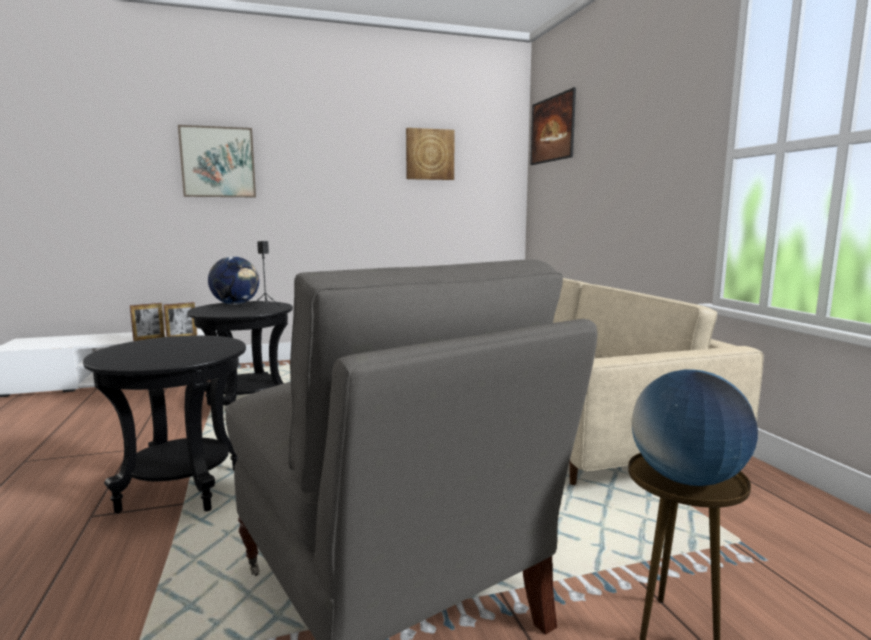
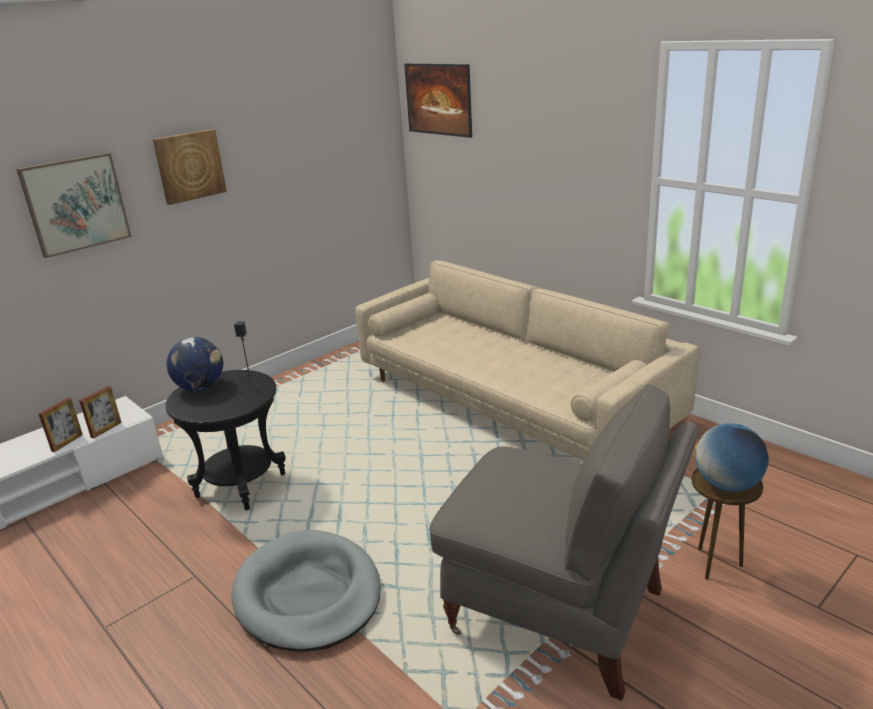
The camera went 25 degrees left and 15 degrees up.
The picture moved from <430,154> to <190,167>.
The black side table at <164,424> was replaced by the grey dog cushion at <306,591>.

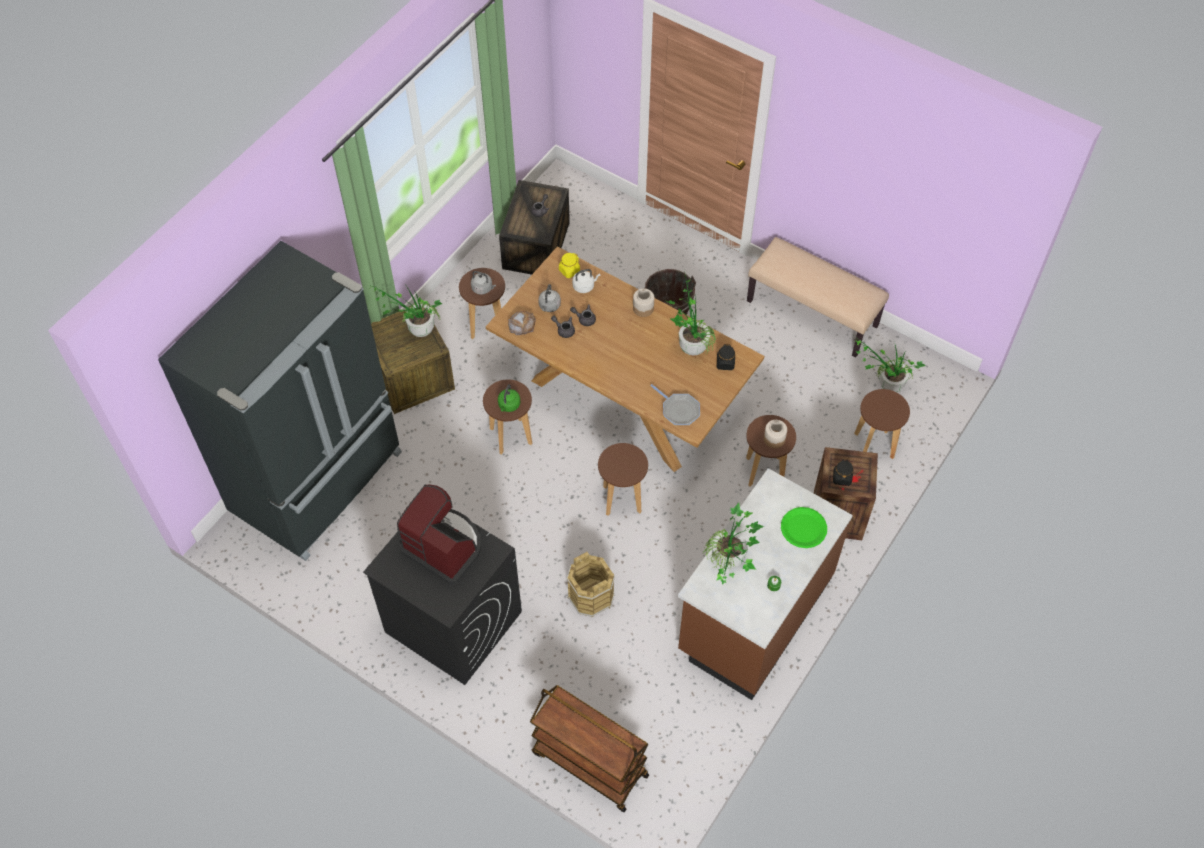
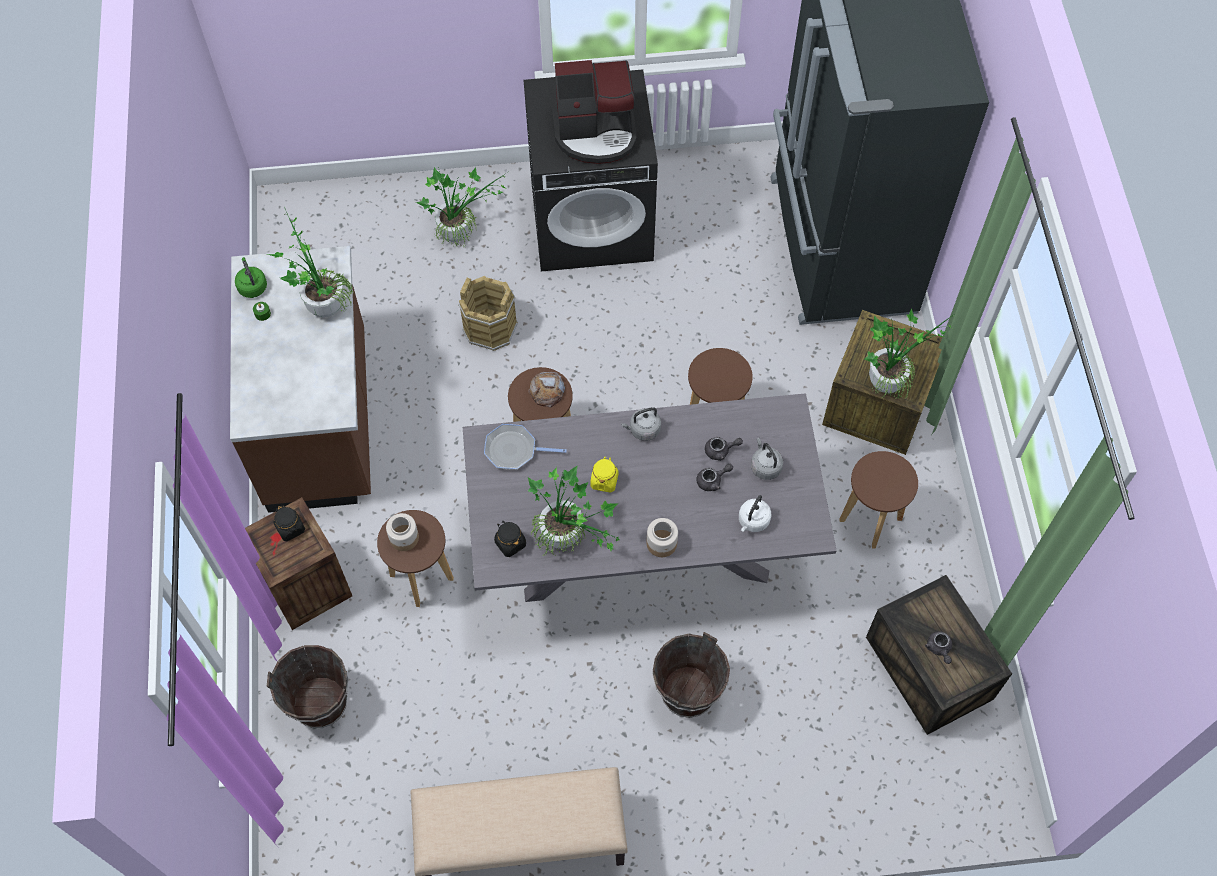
The camera went 140 degrees right and 5 degrees up.
The brownish dining table at <625,359> became the grey dining table at <650,497>.
The yellow storage jar moved from <569,265> to <604,475>.
The grey water kettle moved from <483,283> to <641,424>.
The baked bread moved from <522,323> to <546,390>.
The potted plant moved from <890,364> to <461,207>.
The greenish water kettle moved from <509,398> to <251,277>.
The brownish sitting stool at <882,424> was replaced by the brownish bucket at <308,686>.
The greenish flat dish at <804,527> disappeared.
The brownish cart at <589,748> disappeared.

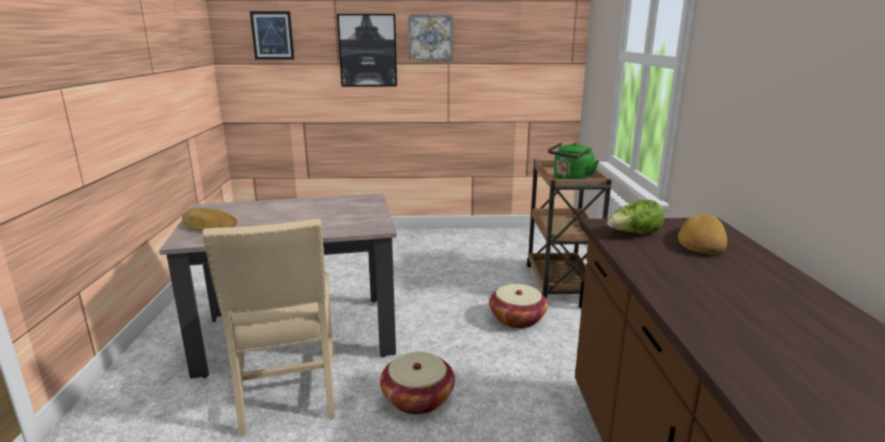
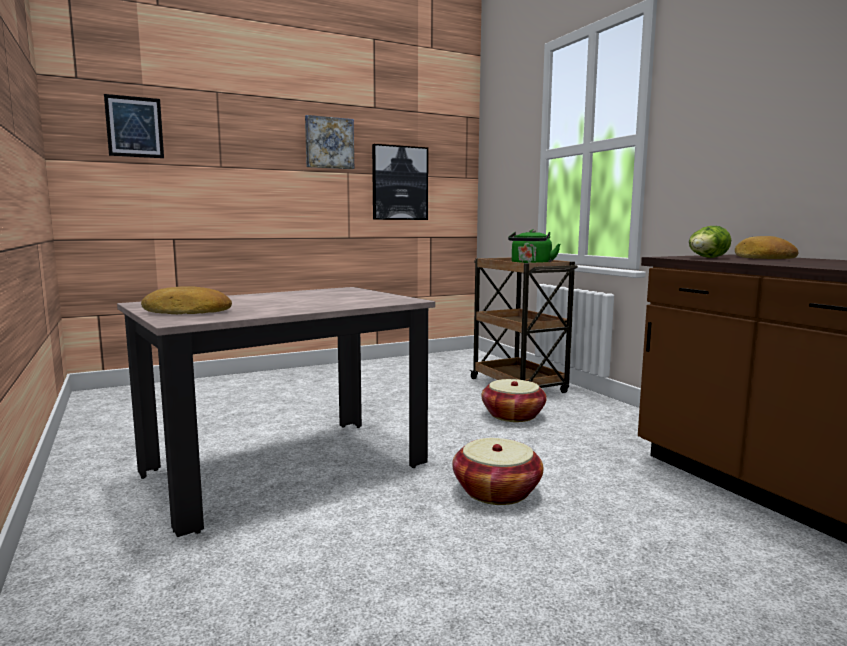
The camera went 25 degrees left and 10 degrees down.
The picture moved from <367,50> to <400,182>.
The sand-coloured plain chair at <268,327> disappeared.

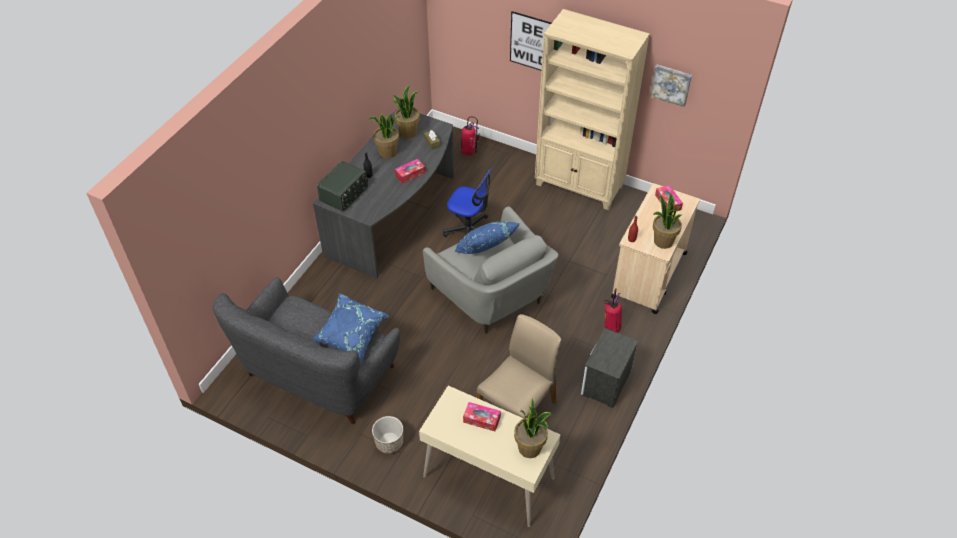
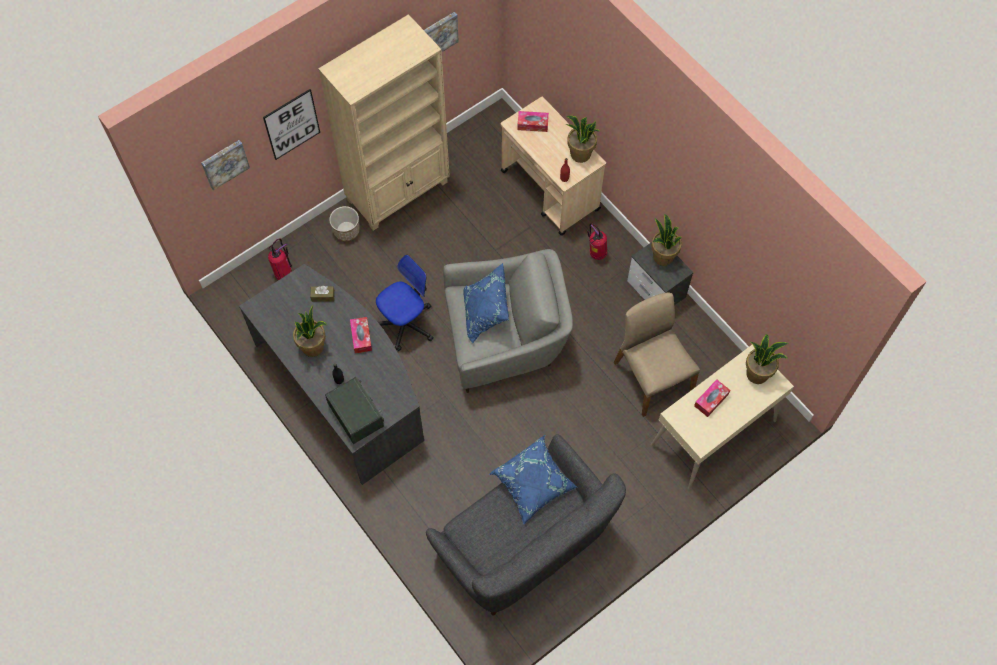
The camera went 65 degrees left and 15 degrees up.
The potted plant moved from <406,111> to <666,240>.
The plant pot moved from <387,435> to <344,223>.
The picture at <225,165> appeared.

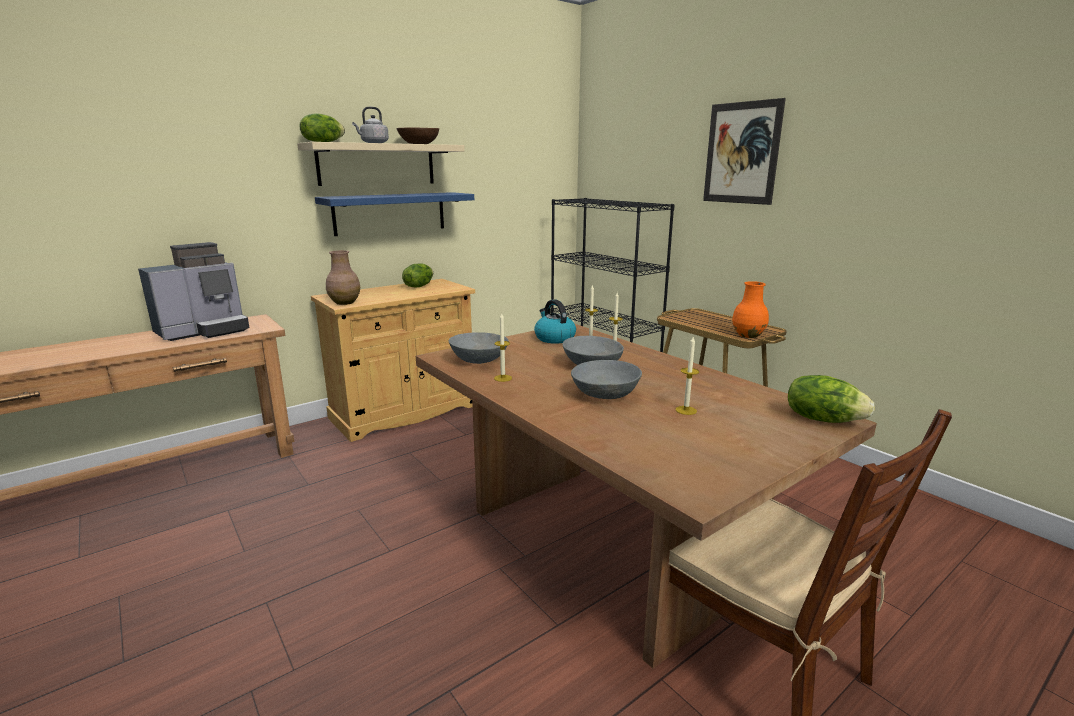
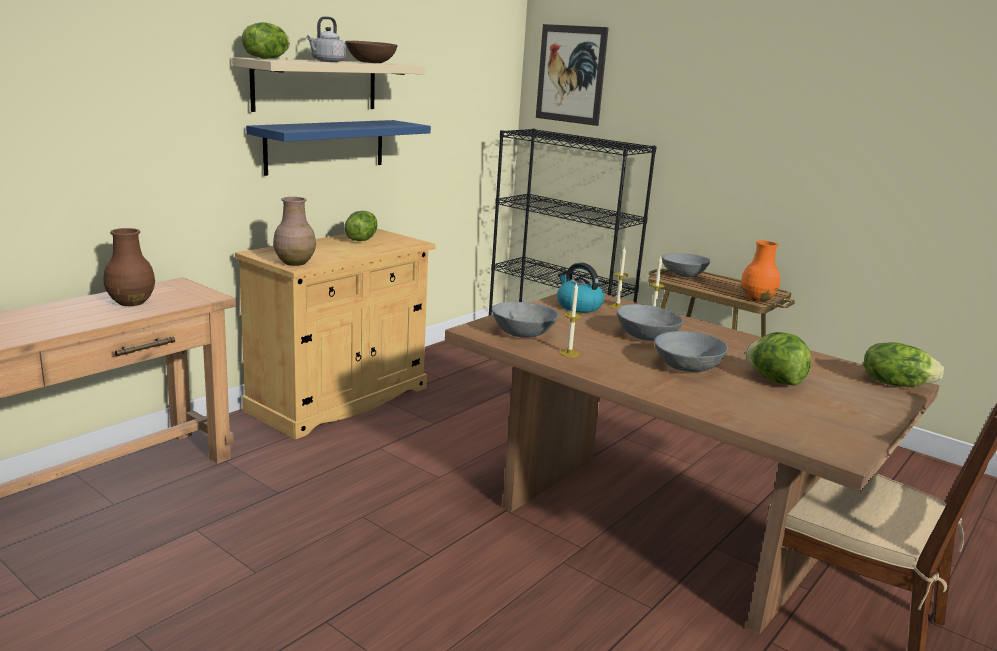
The camera went 15 degrees left and 0 degrees up.
The picture moved from <744,151> to <572,75>.
The coffee brewer at <194,291> was replaced by the brownish decorative vase at <129,267>.
The wax candle at <687,376> was replaced by the lettuce at <778,359>.
The grey serving bowl at <686,265> appeared.

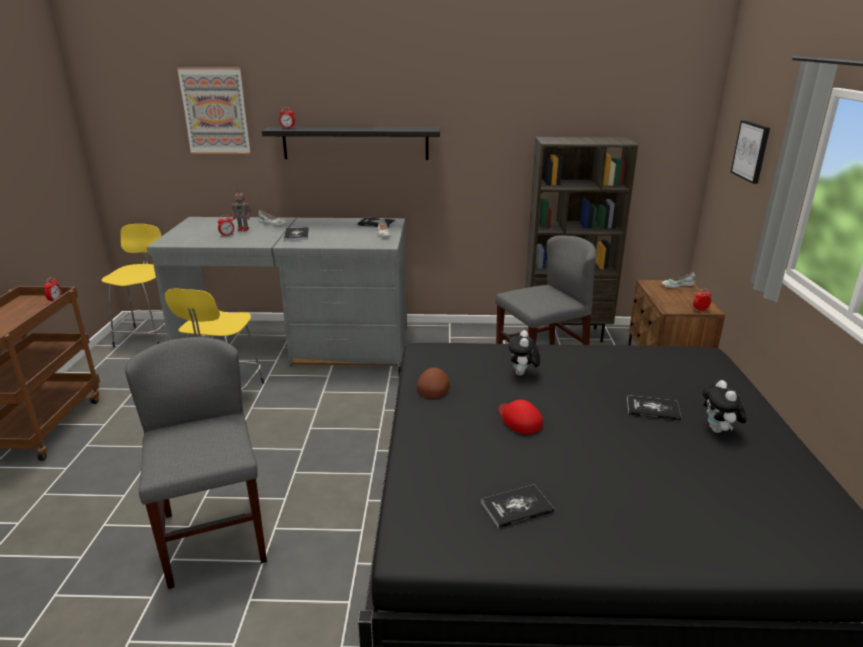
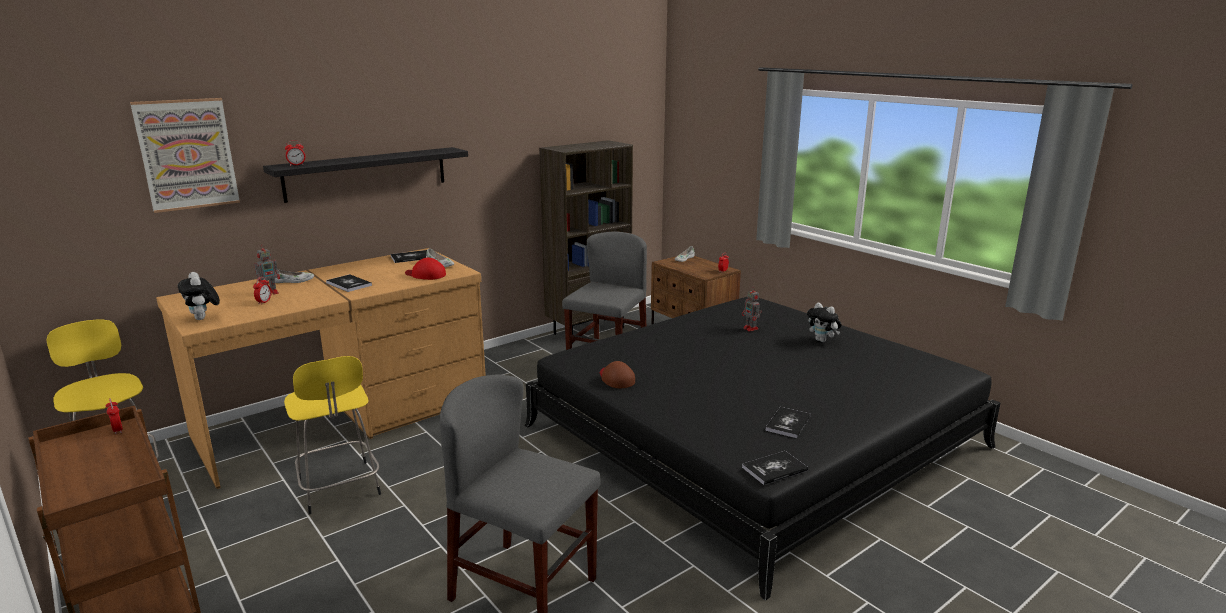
The camera went 40 degrees left and 5 degrees down.
The picture at <750,152> disappeared.
The grey desk table at <277,291> became the brownish desk table at <321,368>.
The soft toy moved from <524,353> to <199,296>.
The book moved from <654,408> to <775,468>.
The red peaked cap moved from <520,416> to <425,269>.
The model robot at <751,310> appeared.

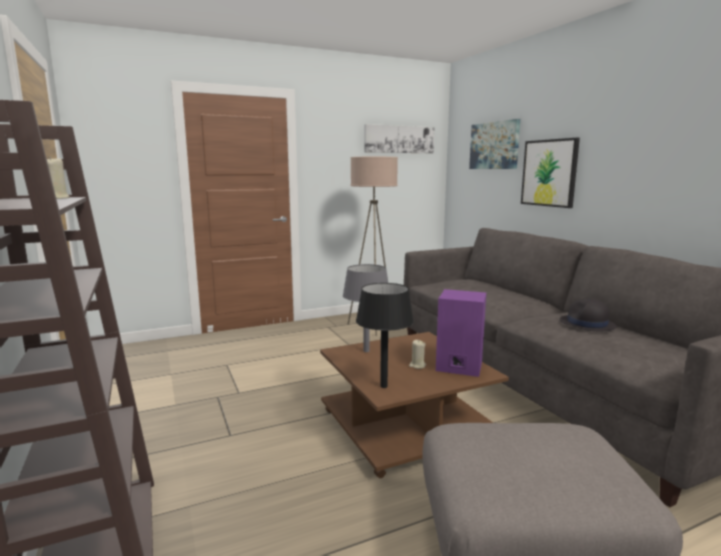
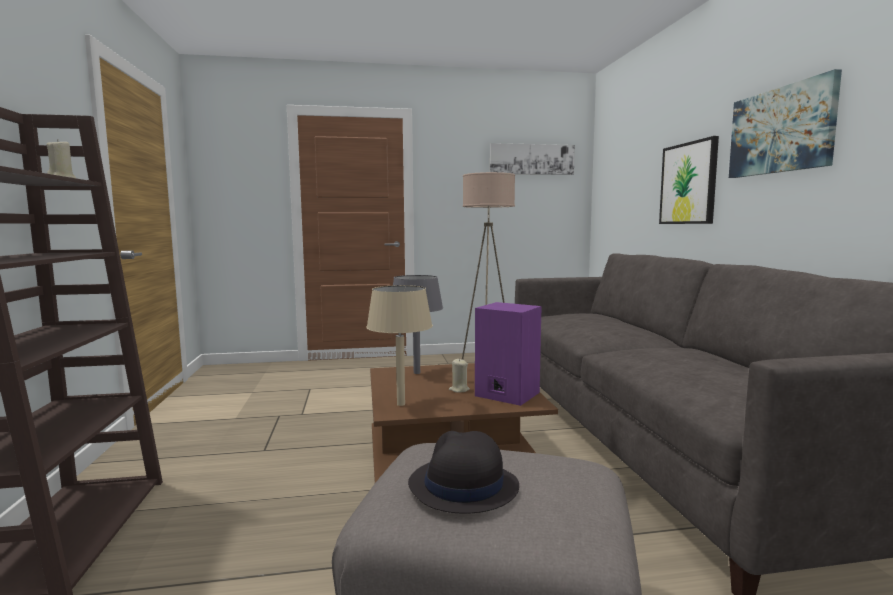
The camera went 15 degrees right and 5 degrees down.
The picture moved from <494,144> to <785,123>.
The black tabletop lamp at <385,335> became the sand-coloured tabletop lamp at <399,345>.
The black hat moved from <588,315> to <463,472>.

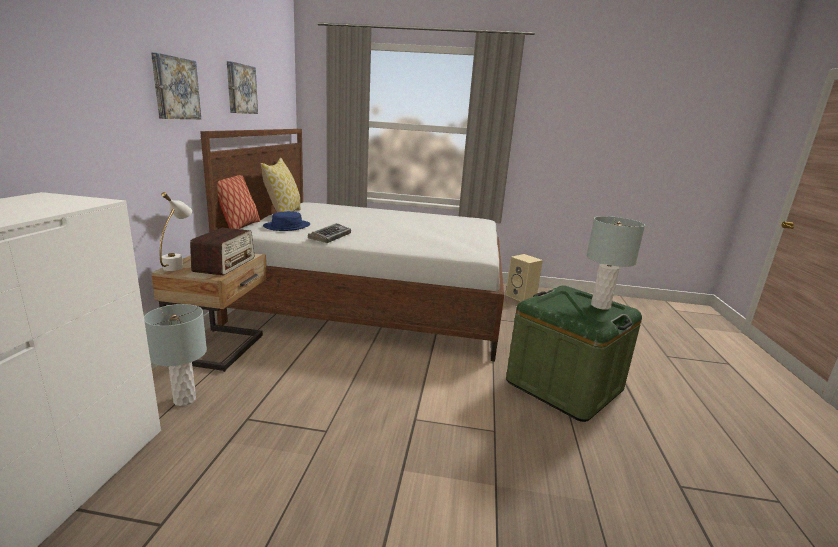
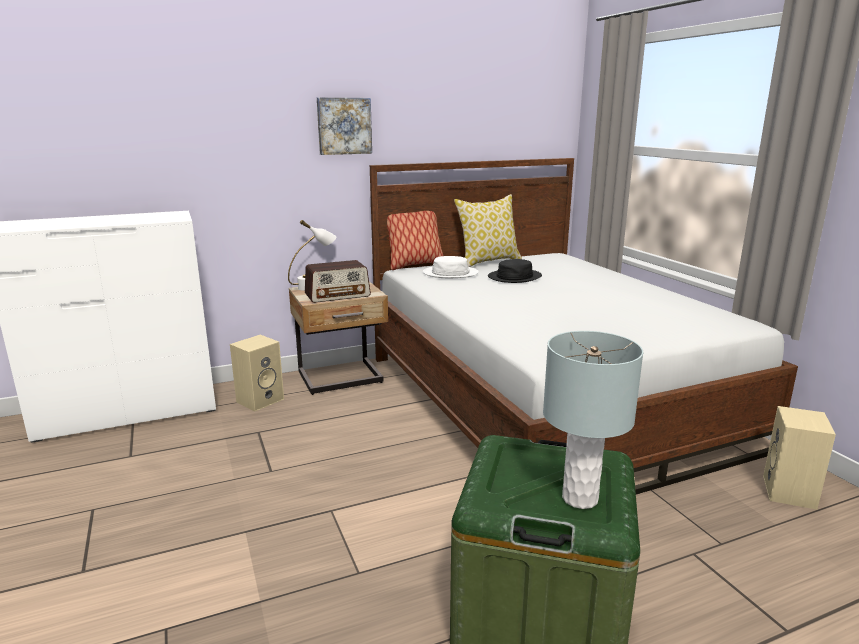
The camera went 60 degrees right and 0 degrees up.
The picture at <242,87> disappeared.
The bluish hat at <286,221> became the white-coloured hat at <451,267>.
The PC keyboard at <329,233> disappeared.
The grey tabletop lamp at <175,355> was replaced by the sand-coloured loudspeaker at <257,373>.
The black hat at <515,271> appeared.

